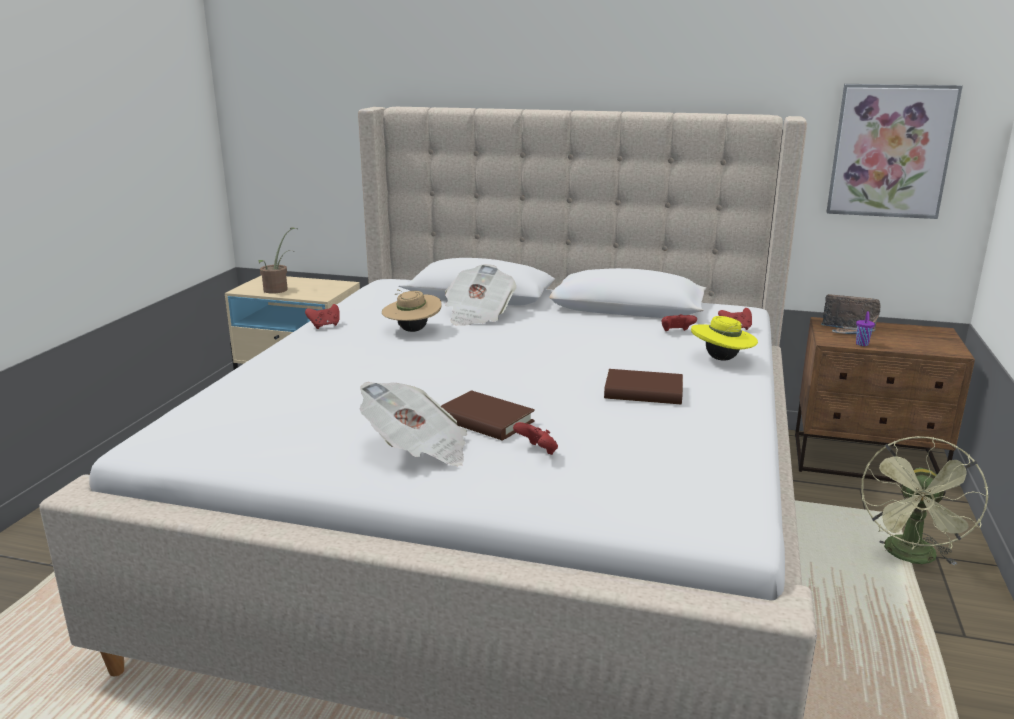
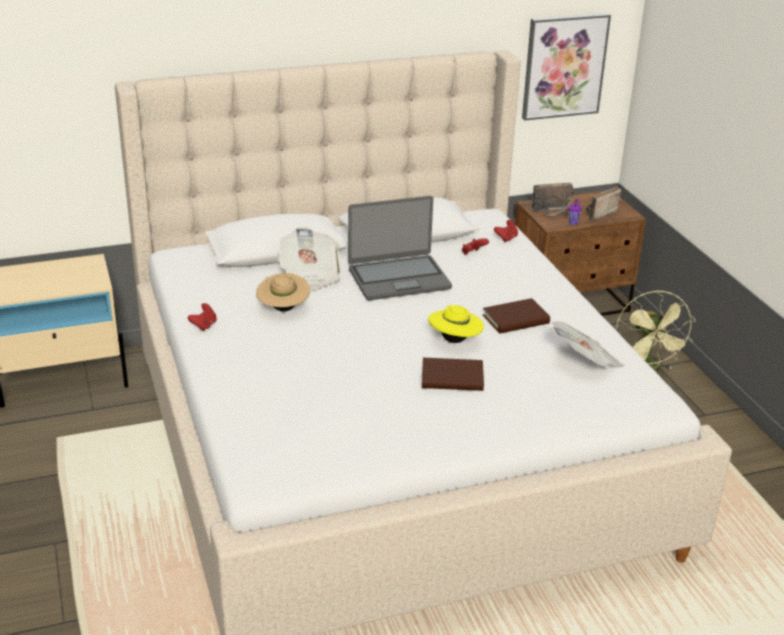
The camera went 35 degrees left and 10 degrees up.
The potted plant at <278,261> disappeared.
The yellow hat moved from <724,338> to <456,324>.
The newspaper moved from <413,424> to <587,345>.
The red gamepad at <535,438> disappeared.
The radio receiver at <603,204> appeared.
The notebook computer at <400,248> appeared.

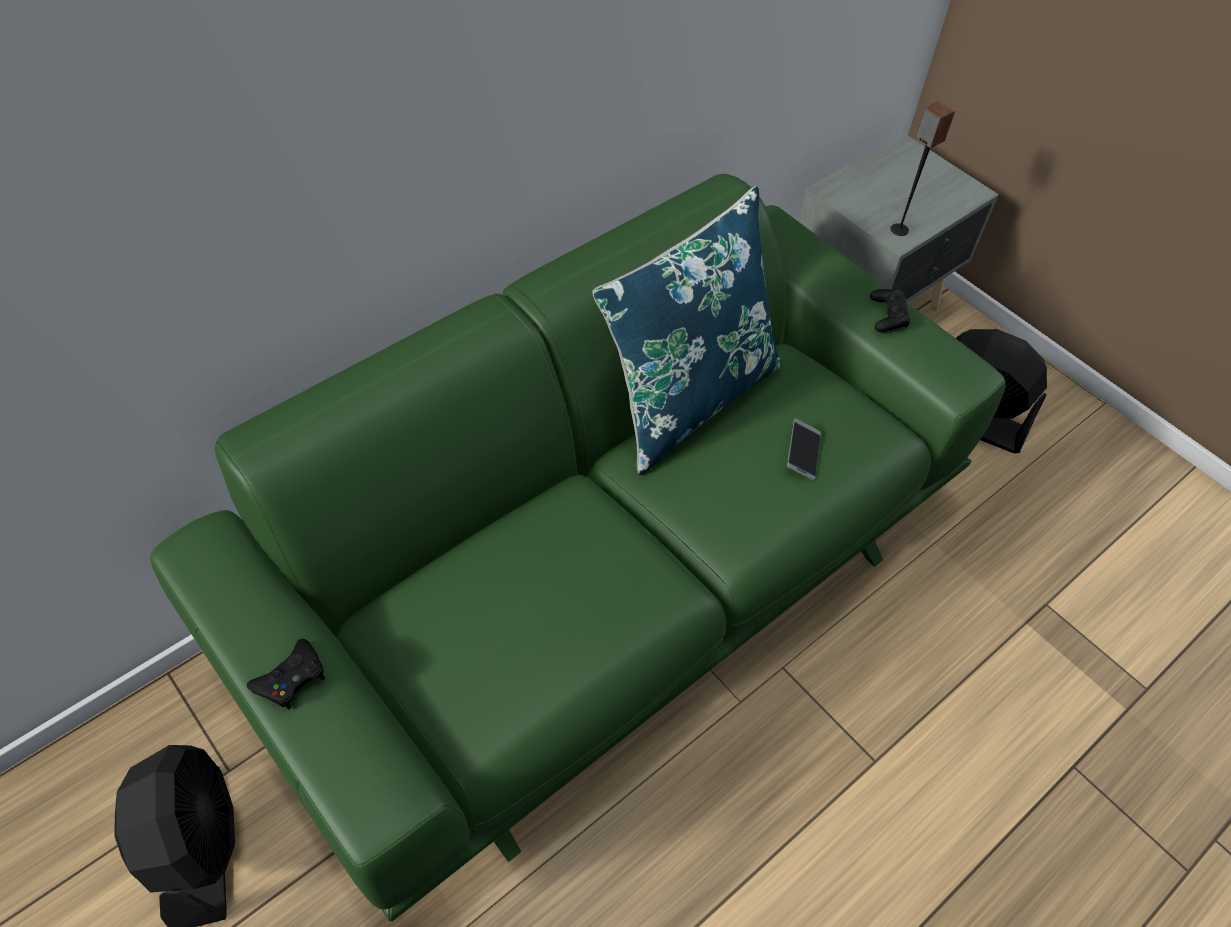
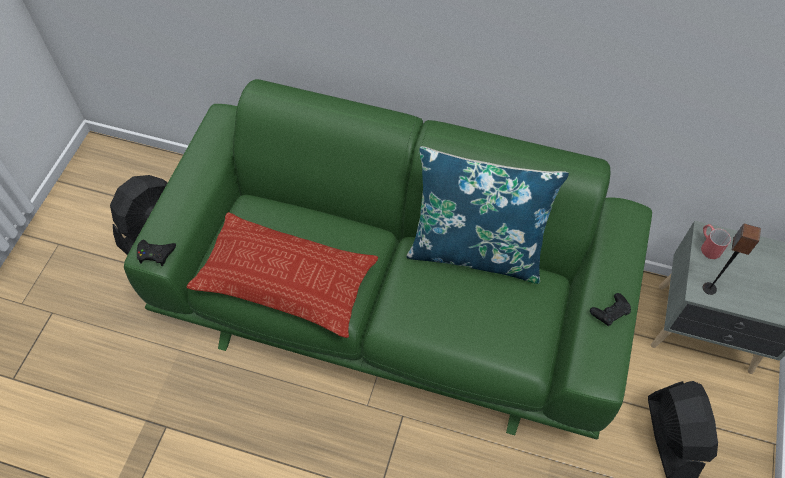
The camera went 60 degrees right and 5 degrees up.
The telephone at <804,449> disappeared.
The black gamepad moved from <286,674> to <156,253>.
The cushion at <282,275> appeared.
The red mug at <716,241> appeared.

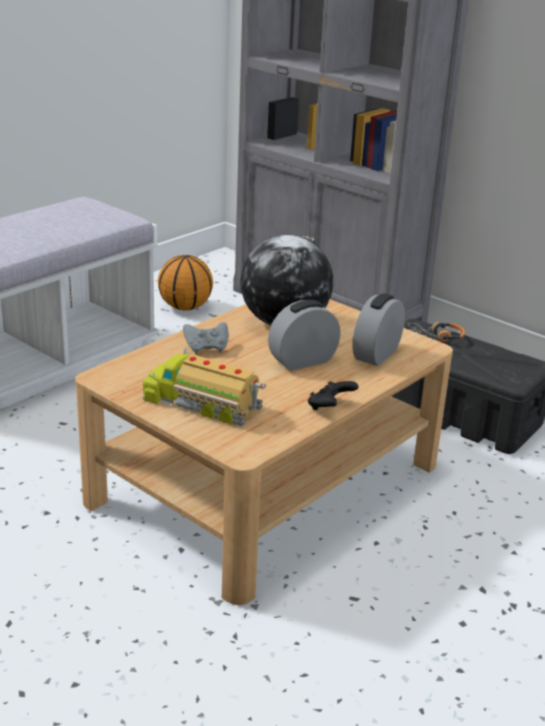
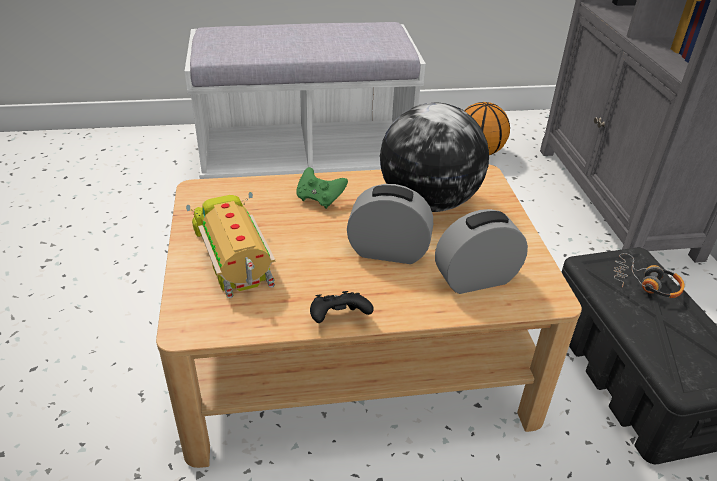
The camera went 40 degrees right and 10 degrees up.
The grey gamepad at <206,338> became the greenish gamepad at <322,188>.

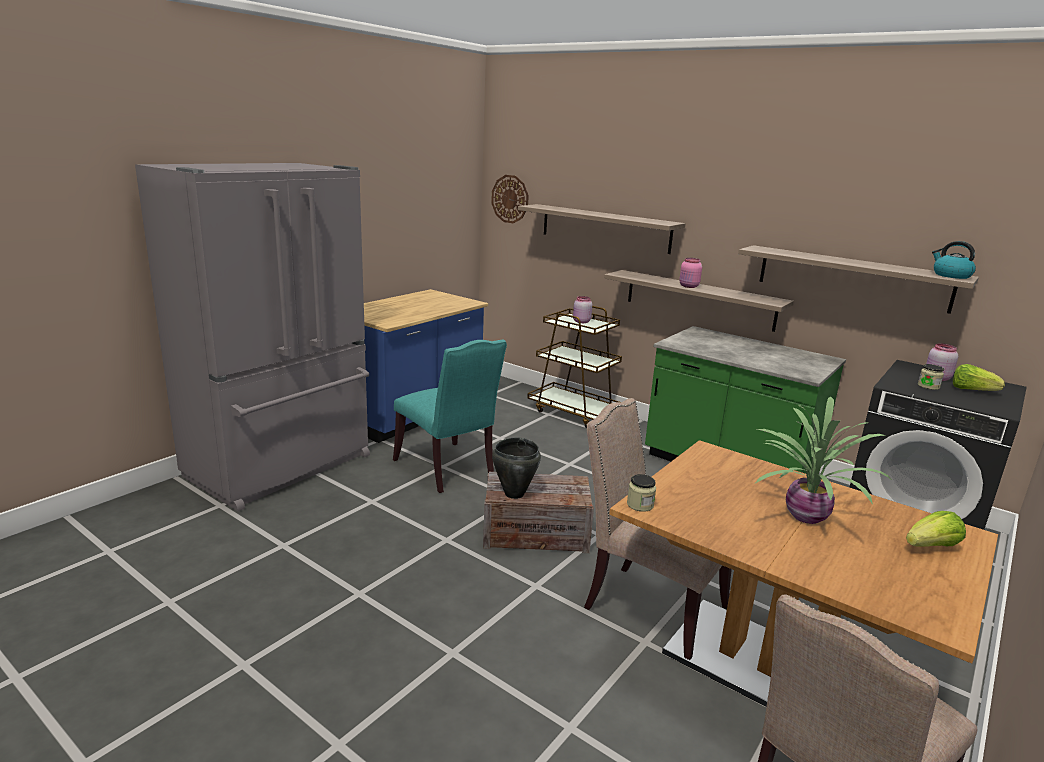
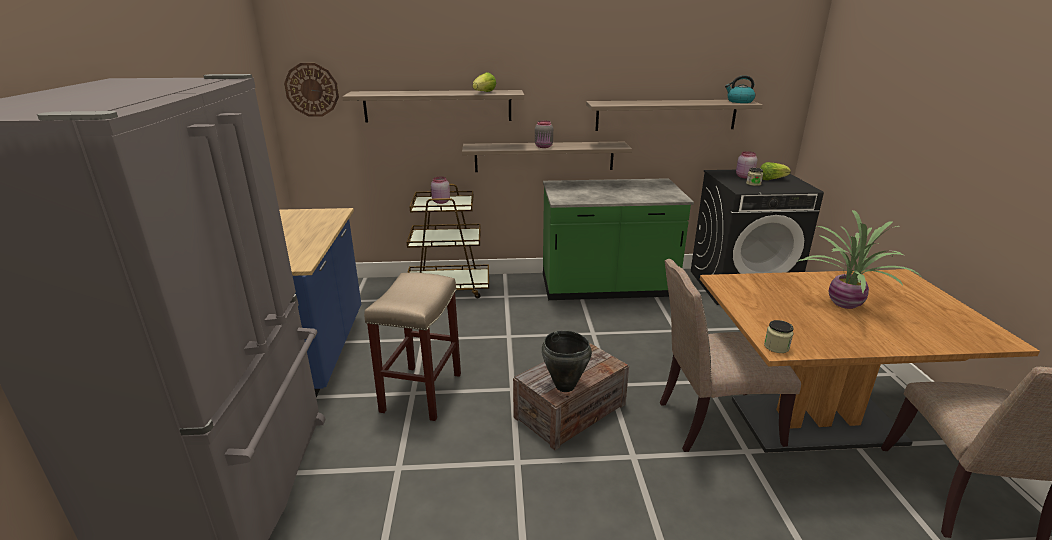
The camera went 40 degrees left and 5 degrees up.
The pinkish storage jar at <690,273> became the grey storage jar at <544,134>.
The turquoise-coloured plain chair at <450,416> was replaced by the sand-coloured sitting stool at <412,347>.
The lettuce moved from <936,529> to <484,82>.

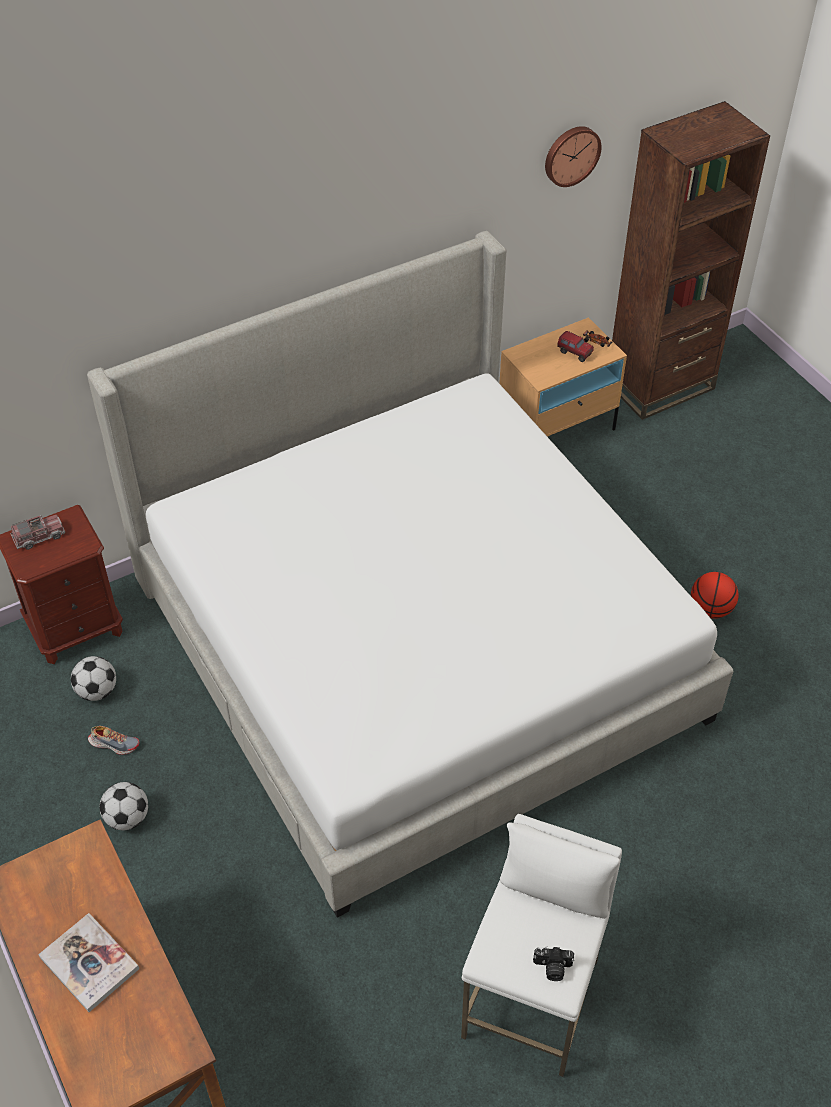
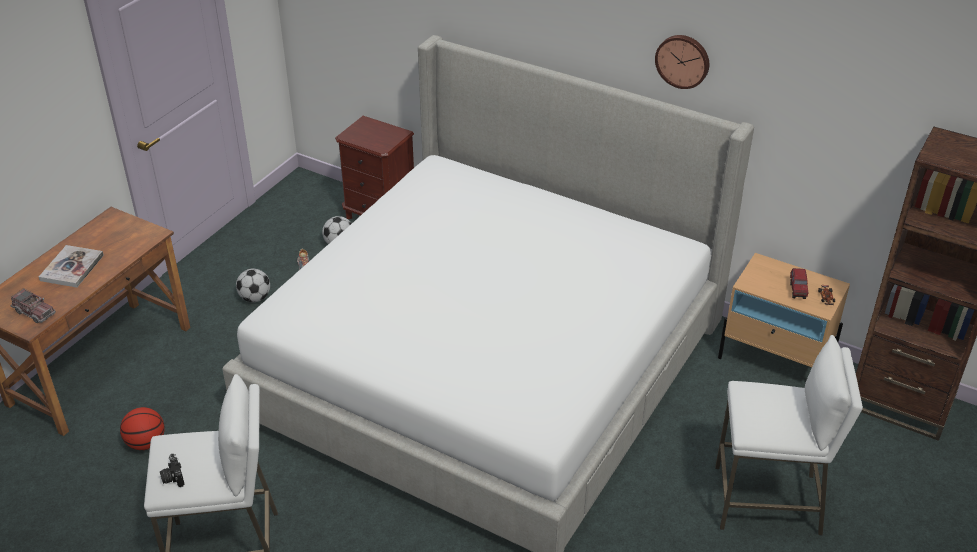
The camera went 60 degrees right and 10 degrees down.
The clock on the wall moved from <573,156> to <682,62>.
The toy lorry moved from <37,532> to <33,305>.
The basketball ball moved from <715,595> to <142,428>.
The white-coloured sitting stool at <789,435> appeared.

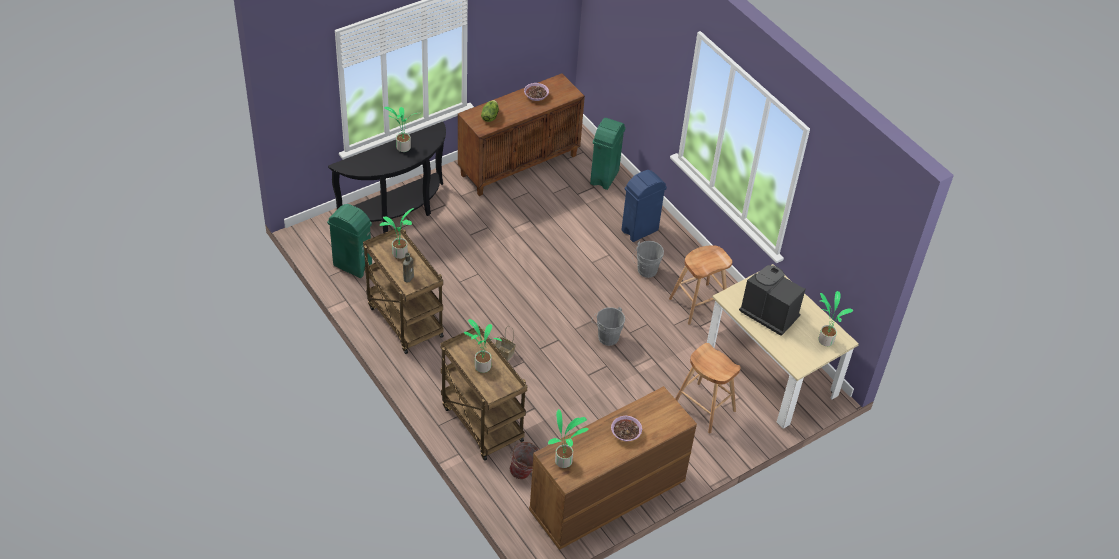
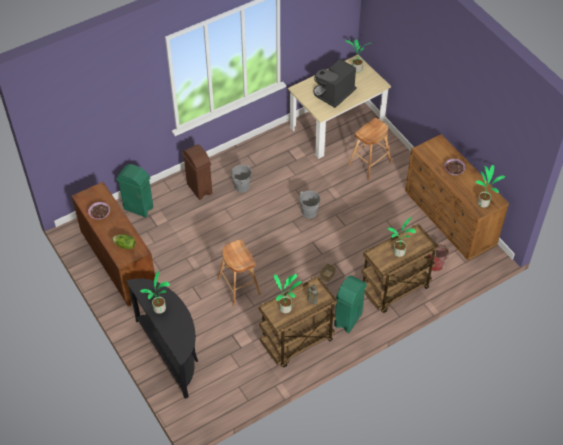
The camera went 85 degrees left and 5 degrees up.
The bluish rubbish bin at <644,206> became the brownish rubbish bin at <197,172>.
The greenish rubbish bin moved from <349,241> to <350,304>.
The brownish sitting stool moved from <700,285> to <239,273>.

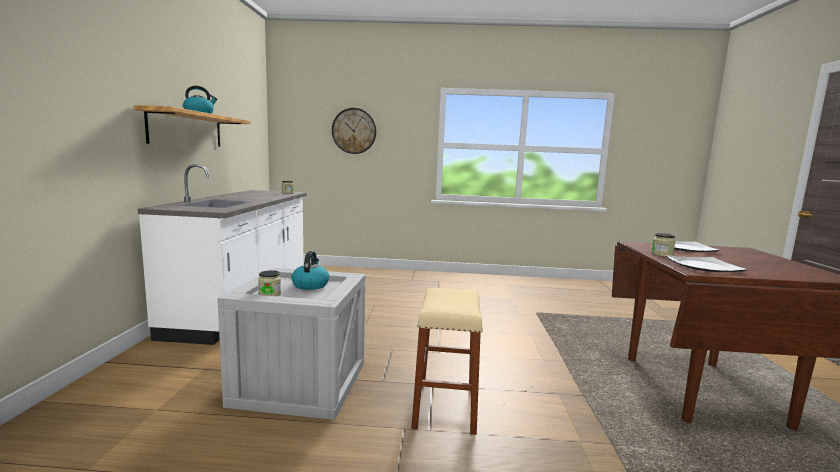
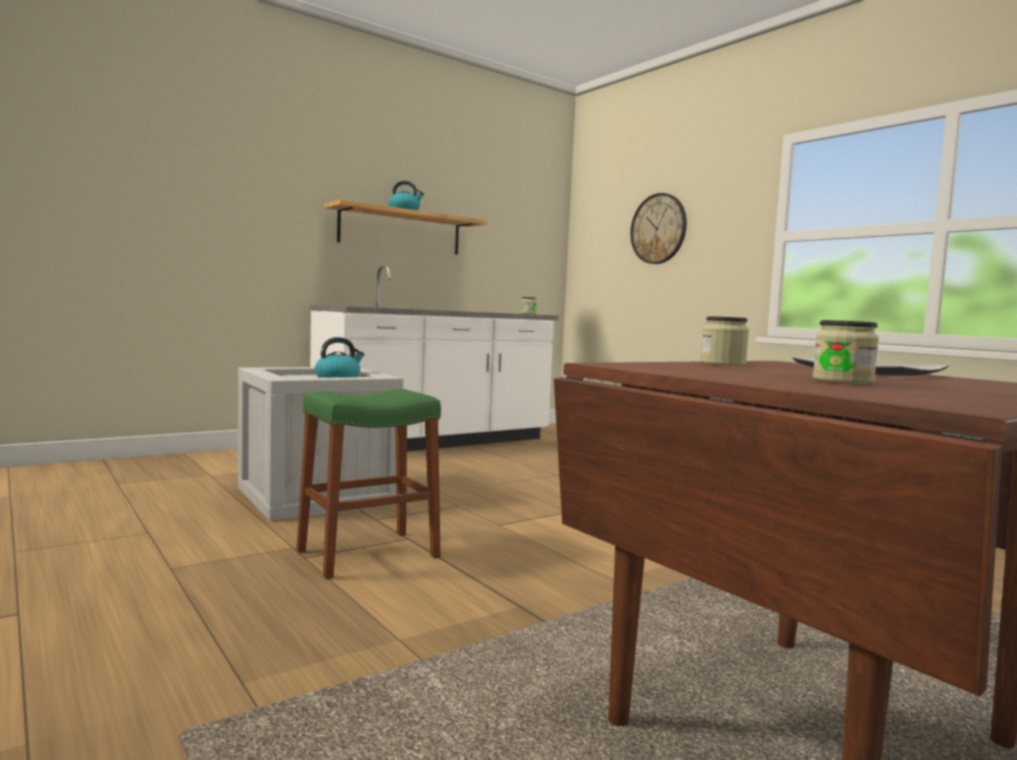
The camera went 50 degrees right and 5 degrees down.
The flat dish at <706,263> disappeared.
The storage jar moved from <269,283> to <846,352>.
The sand-coloured sitting stool at <447,361> became the greenish sitting stool at <368,484>.

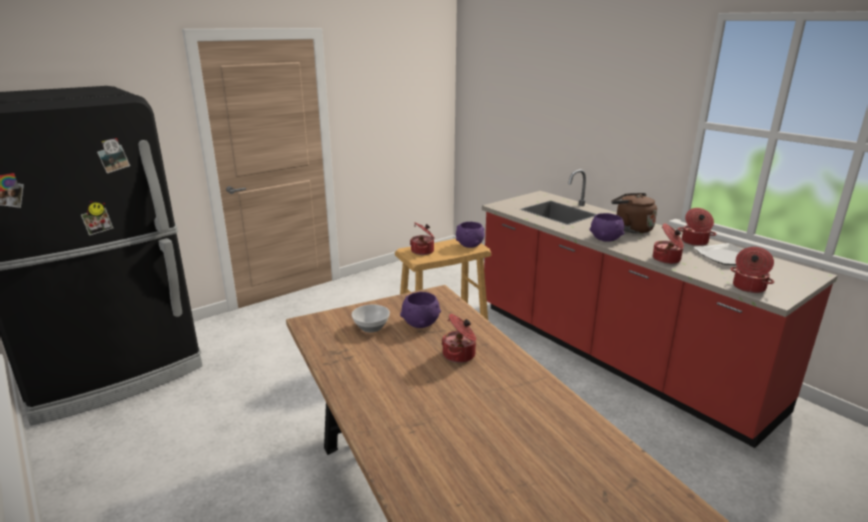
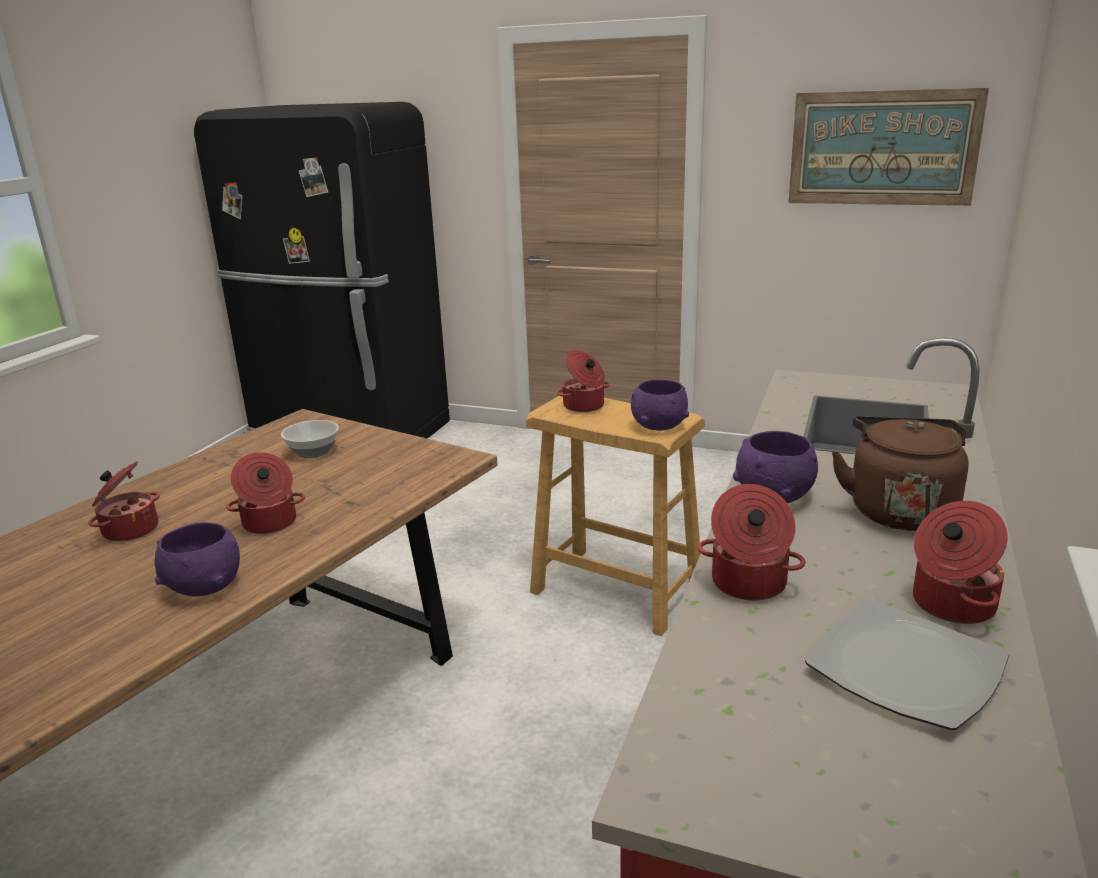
The camera went 60 degrees right and 0 degrees up.
The cooking pot moved from <752,270> to <124,501>.
The purple serving bowl moved from <420,310> to <197,559>.
The picture at <888,147> appeared.

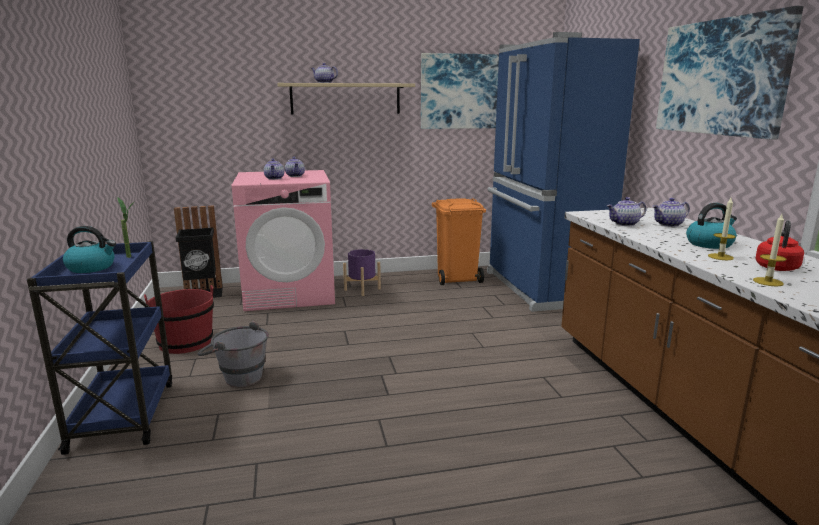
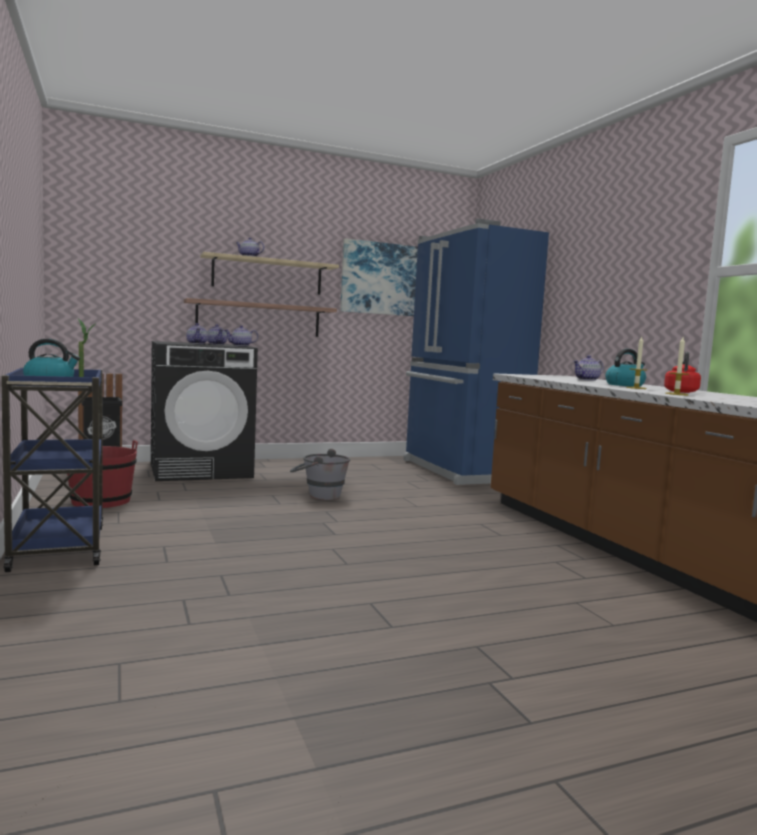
The camera went 10 degrees left and 10 degrees down.
The picture at <730,73> disappeared.
The pinkish laundry machine at <283,240> became the black laundry machine at <204,411>.
The teapot moved from <626,211> to <241,335>.
The orange-coloured rubbish bin at <459,241> disappeared.
The purple plant pot at <362,272> disappeared.
The grey bucket moved from <233,354> to <320,474>.
The wall shelf at <260,317> appeared.

